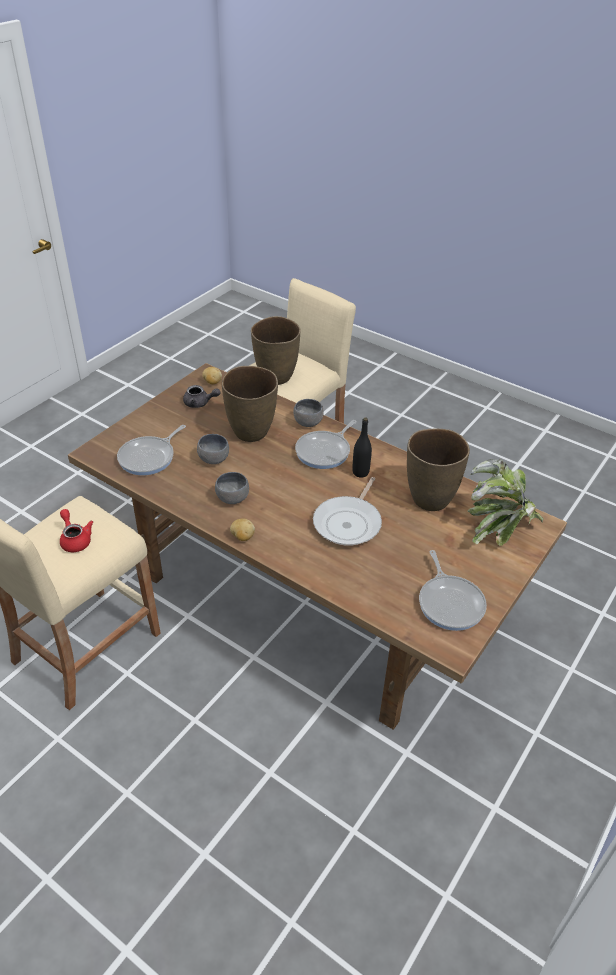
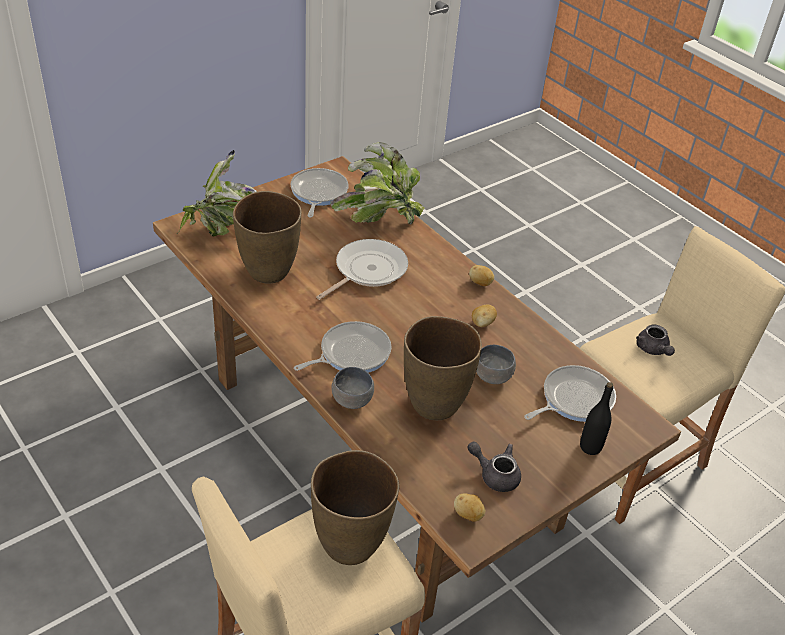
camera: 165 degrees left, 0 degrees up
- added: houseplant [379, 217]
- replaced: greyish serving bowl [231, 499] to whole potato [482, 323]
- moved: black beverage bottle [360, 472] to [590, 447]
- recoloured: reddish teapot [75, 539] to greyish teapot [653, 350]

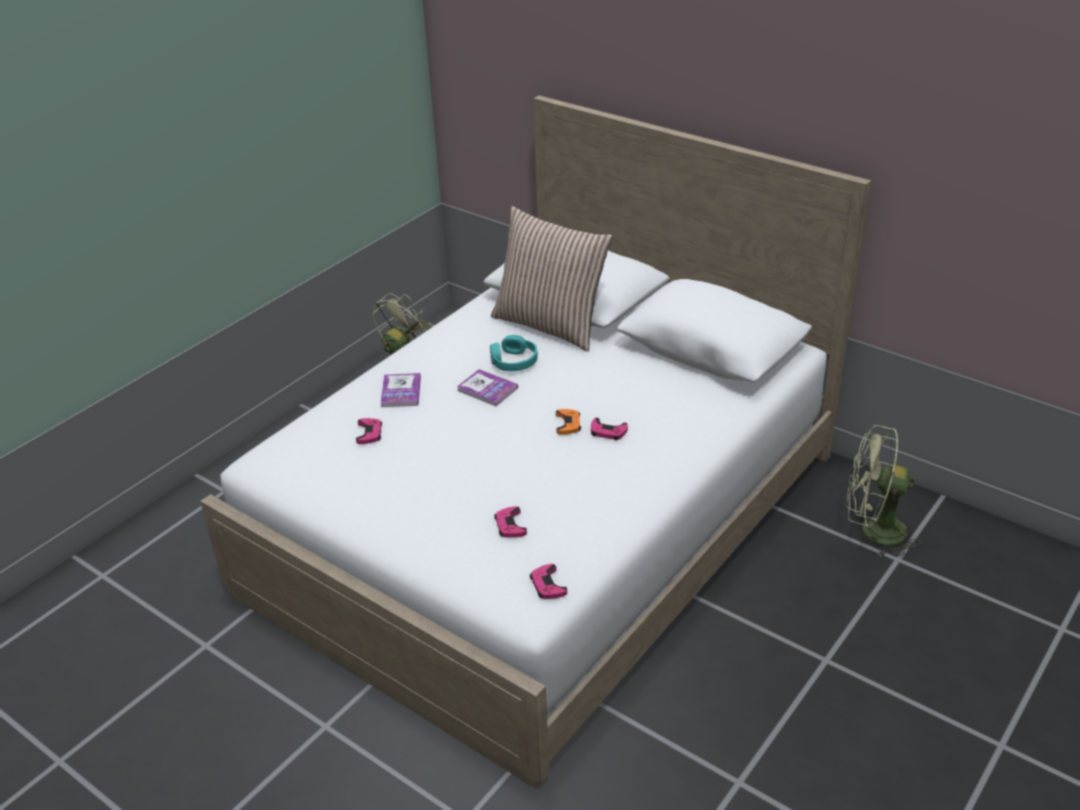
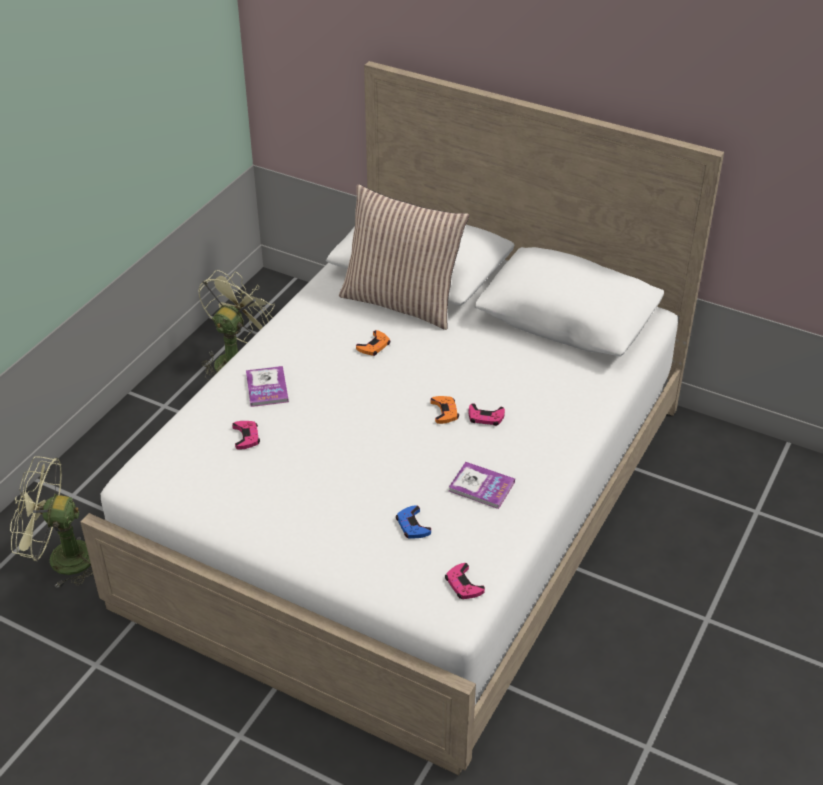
camera: 10 degrees left, 5 degrees up
- moved: green-coloured fan [873, 531] to [61, 559]
- replaced: blue-green headset [513, 361] to orangey joypad [374, 346]
- recoloured: pink joypad [510, 525] to bluish joypad [412, 525]
- moved: book [487, 389] to [481, 486]

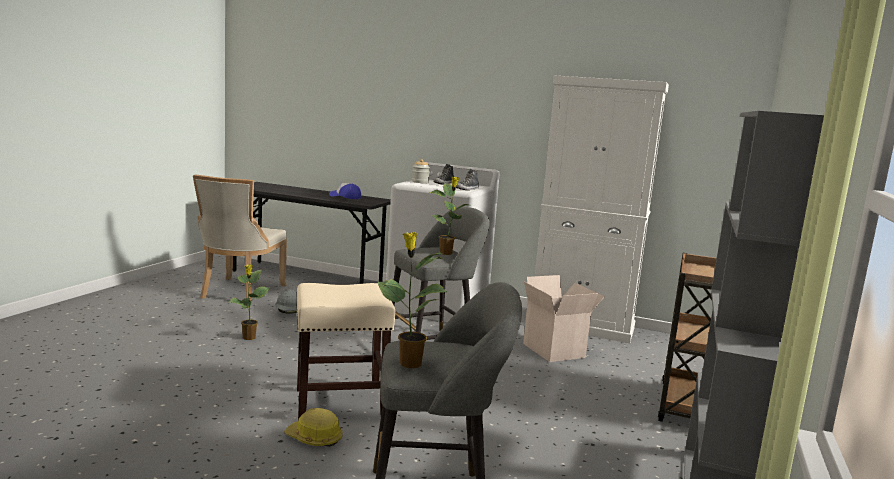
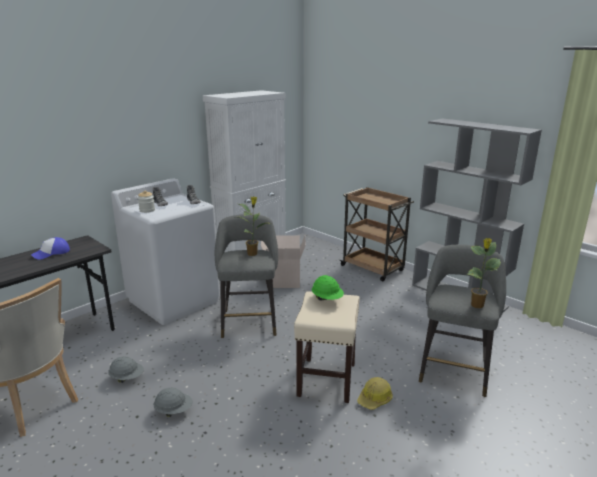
camera: 65 degrees left, 10 degrees up
- replaced: houseplant [249, 338] to greyish safety helmet [174, 411]
- added: green-coloured safety helmet [327, 299]

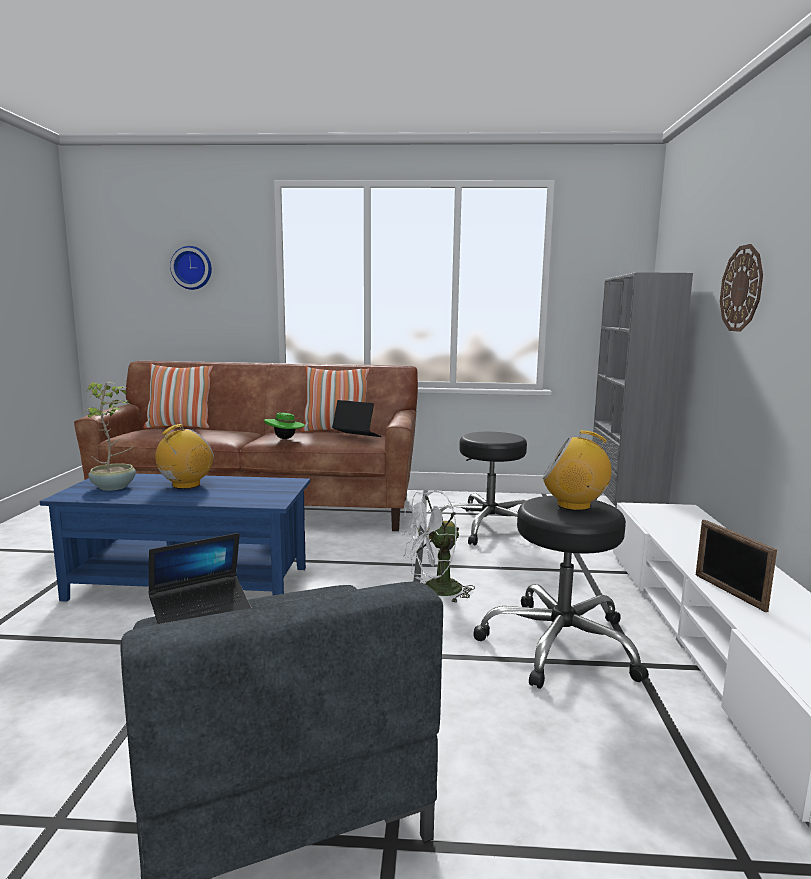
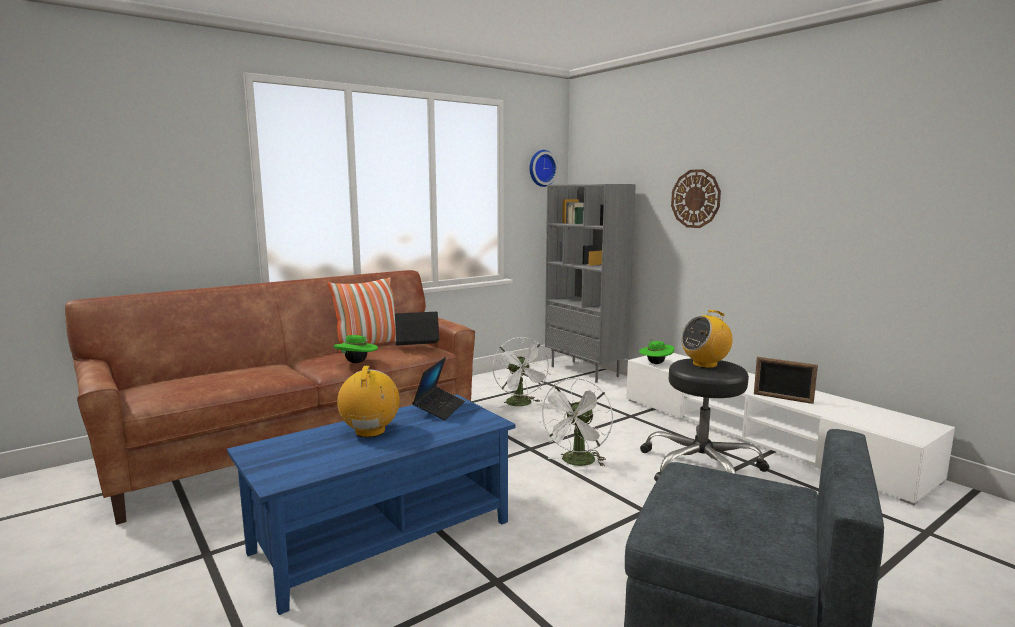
camera: 40 degrees left, 0 degrees up
- moved: notebook computer [202, 613] to [439, 408]
- replaced: black stool seat [489, 527] to whitish fan [521, 404]
- moved: wall clock [192, 268] to [541, 168]
- added: green-coloured wearable hat [655, 363]
- removed: houseplant [114, 487]
- removed: cushion [179, 427]

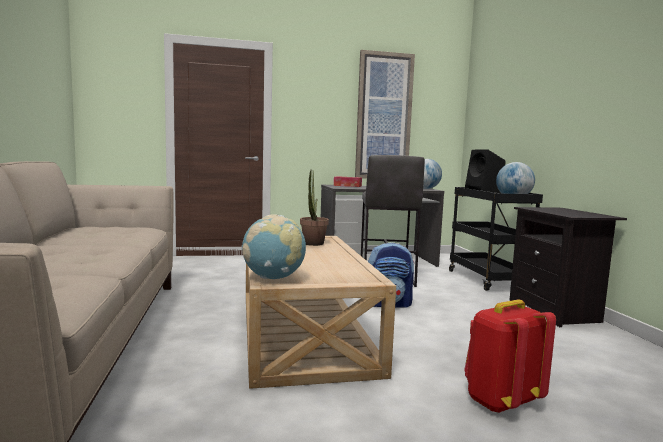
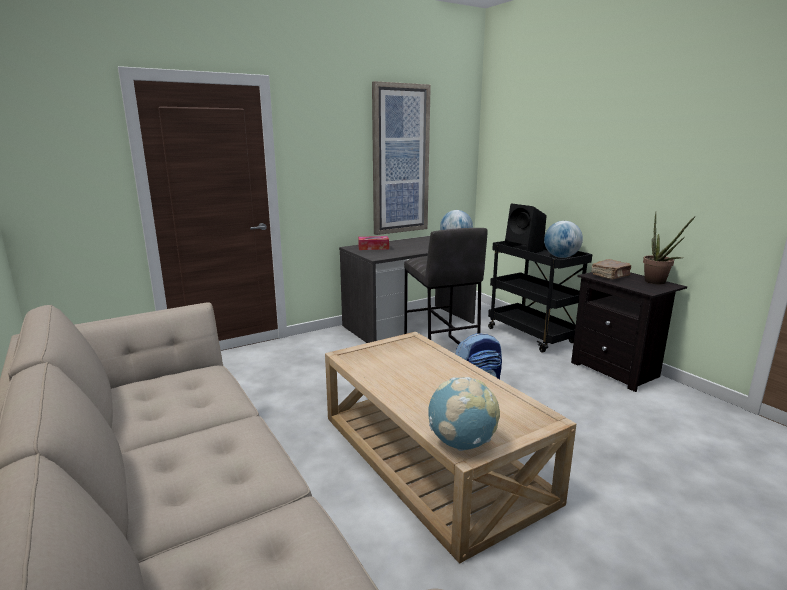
camera: 20 degrees left, 10 degrees up
- added: brown book [610, 276]
- moved: houseplant [313, 244] to [658, 283]
- removed: reddish rucksack [500, 401]

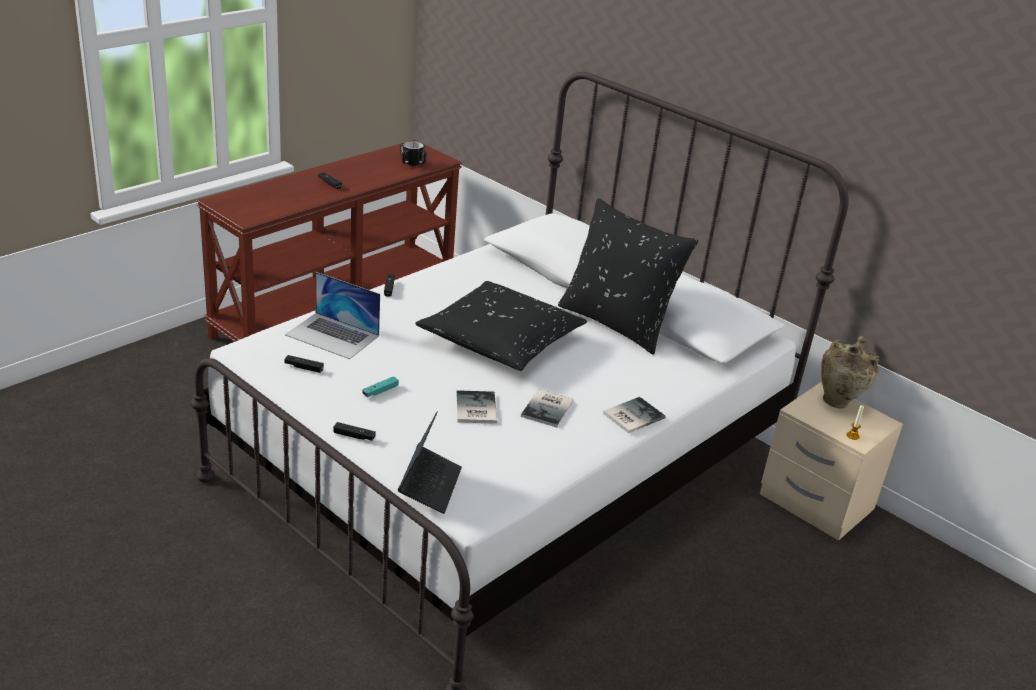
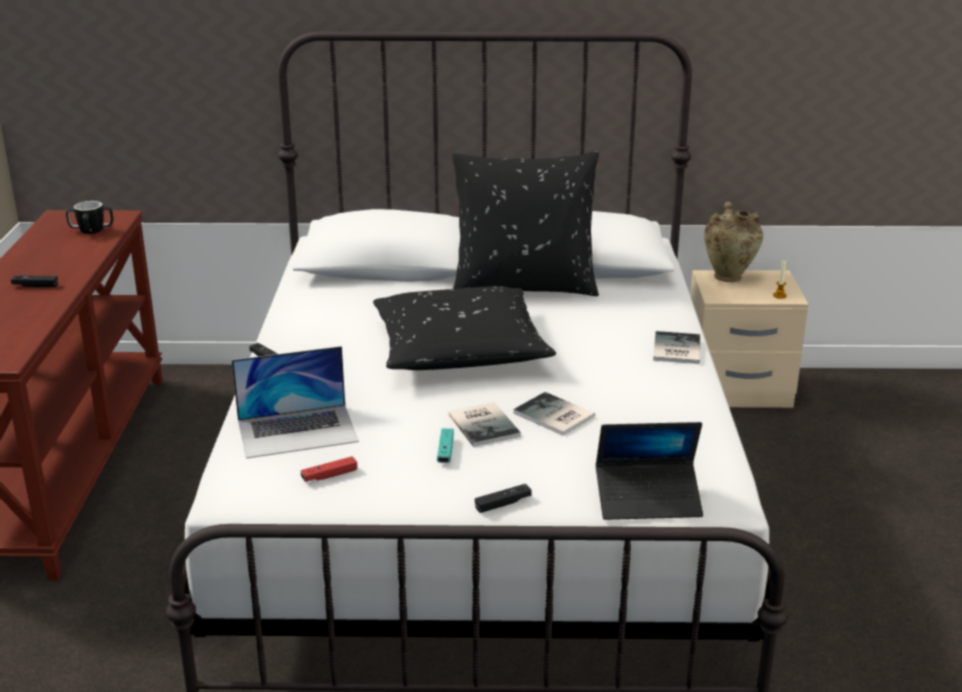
camera: 40 degrees left, 5 degrees down
- recoloured: black joypad [304, 367] to reddish joypad [329, 475]
- moved: book [549, 408] to [485, 424]
- turned: notebook computer [430, 485] = [648, 500] 120 degrees clockwise

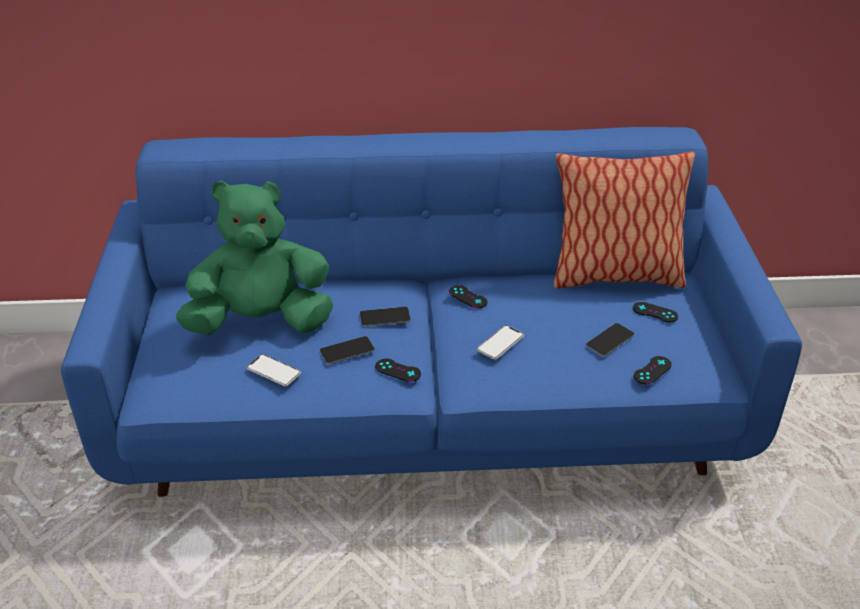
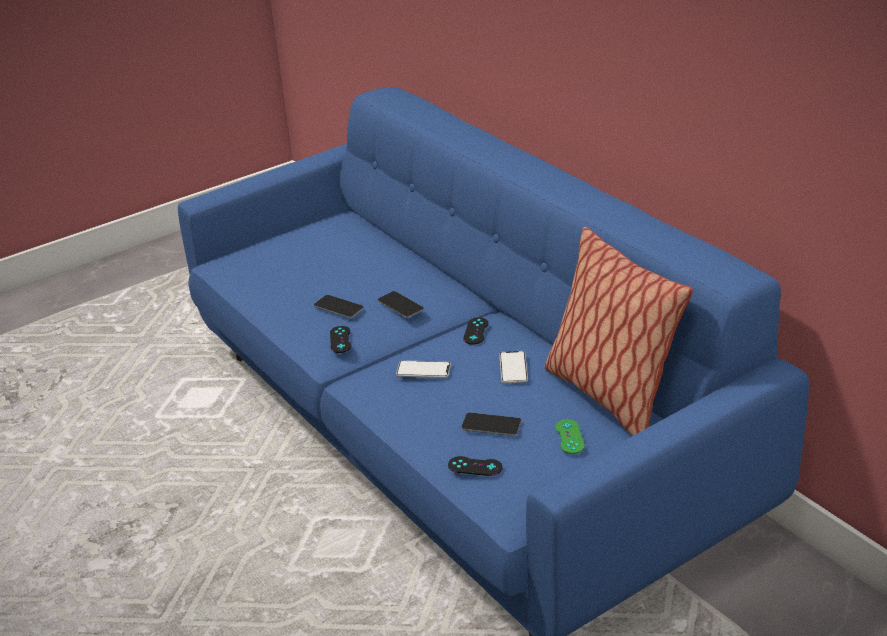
camera: 60 degrees right, 5 degrees down
- moved: handset [273, 371] to [513, 368]
- recoloured: black joypad [655, 312] to green-coloured joypad [569, 437]
- removed: green-coloured soft toy [261, 322]

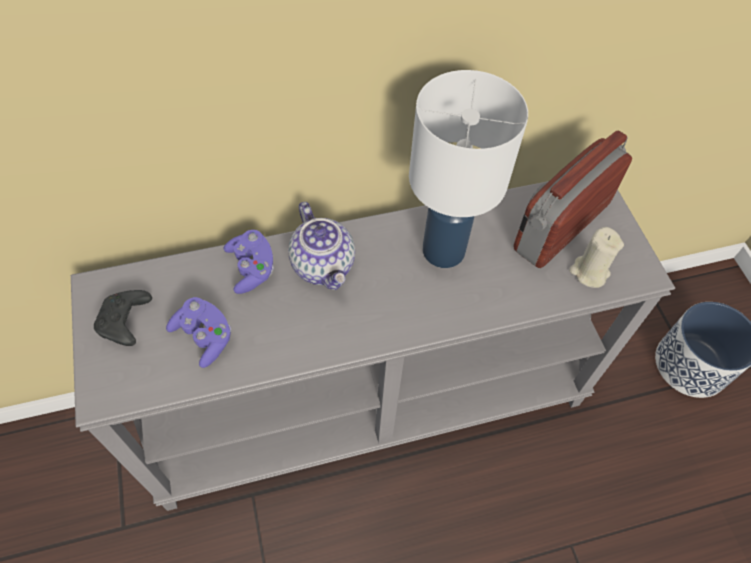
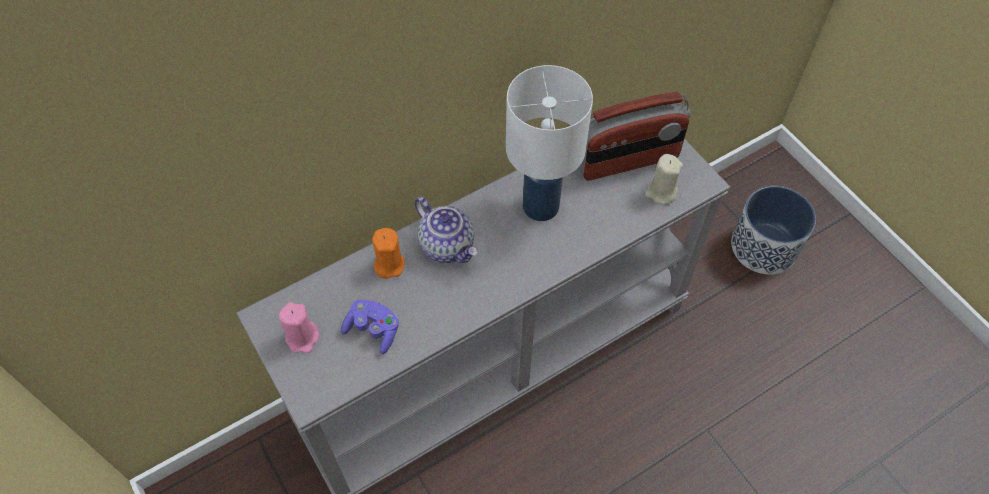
camera: 15 degrees left, 0 degrees up
- replaced: black joypad [125, 323] to pink candle [302, 338]
- replaced: purple joypad [251, 269] to orangey candle [389, 264]
- turned: radio [560, 226] = [627, 160] 135 degrees counterclockwise

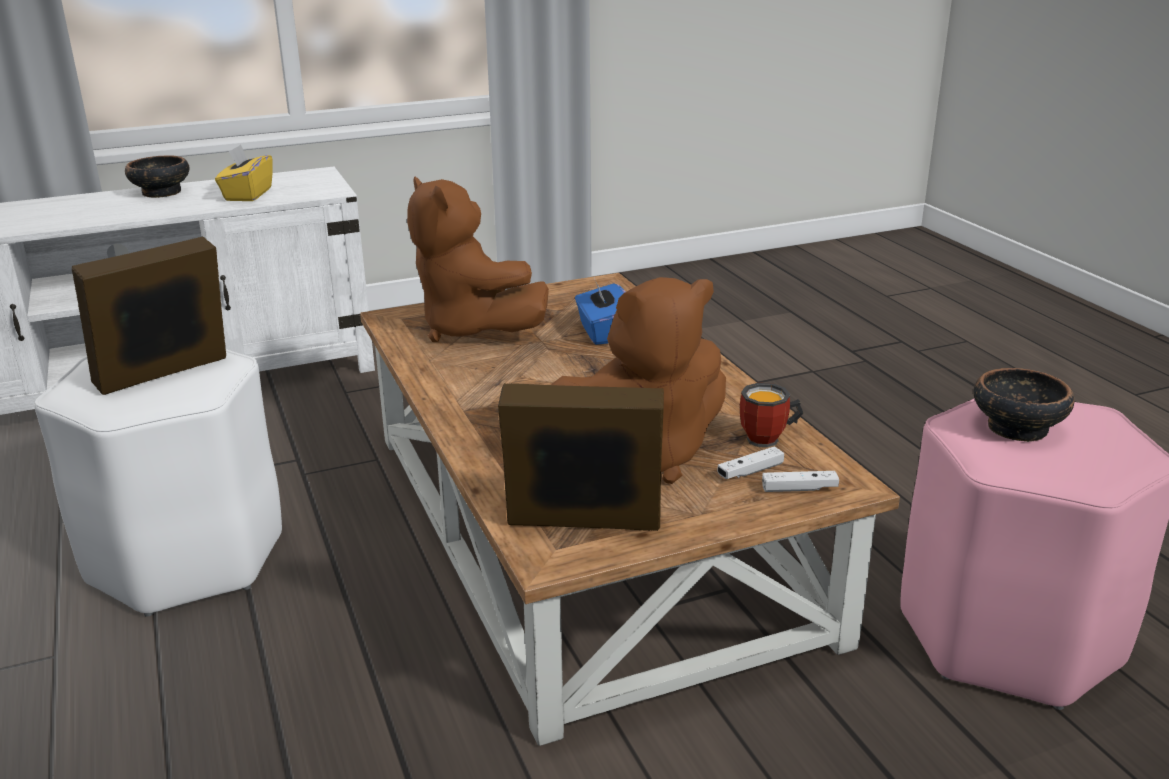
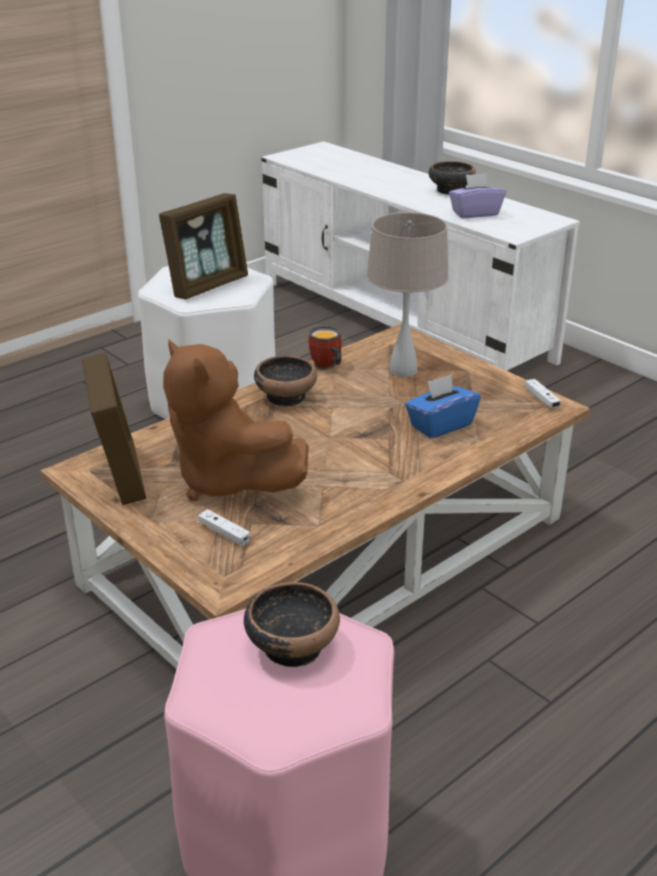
camera: 70 degrees right, 5 degrees up
- turned: standing frame [164, 375] = [208, 285] 105 degrees clockwise
- added: serving bowl [286, 396]
- moved: mug [769, 440] to [325, 366]
- replaced: brown soft toy [472, 329] to beige-coloured tabletop lamp [403, 370]
- recoloured: yellow-coloured tissue holder [247, 194] to purple tissue holder [475, 213]
- moved: whitish joypad [799, 489] to [541, 399]

